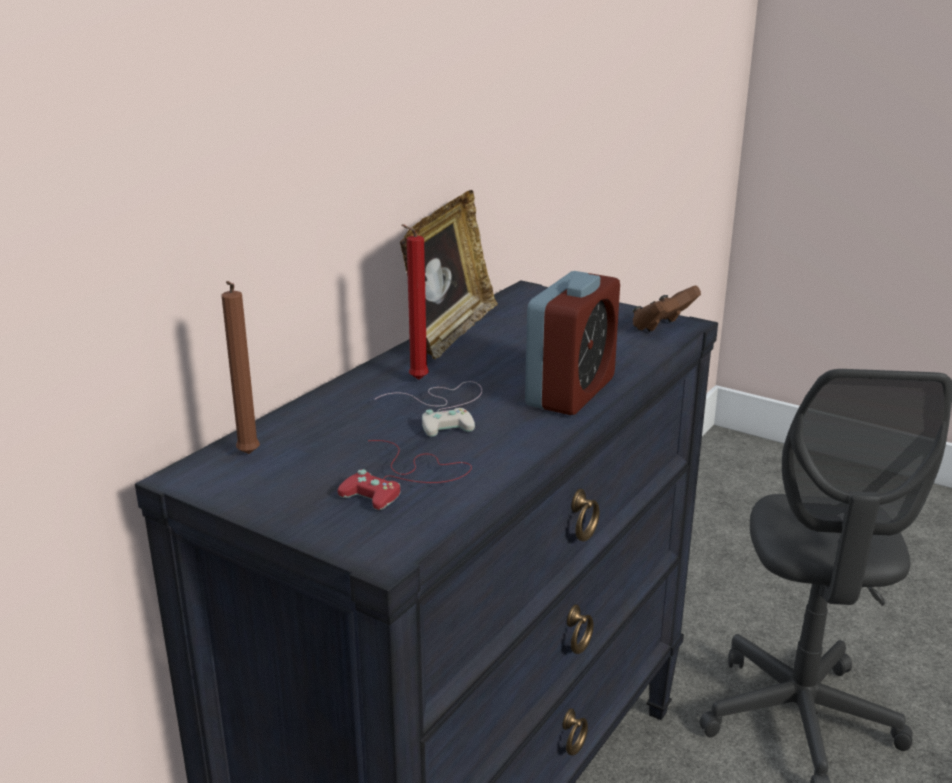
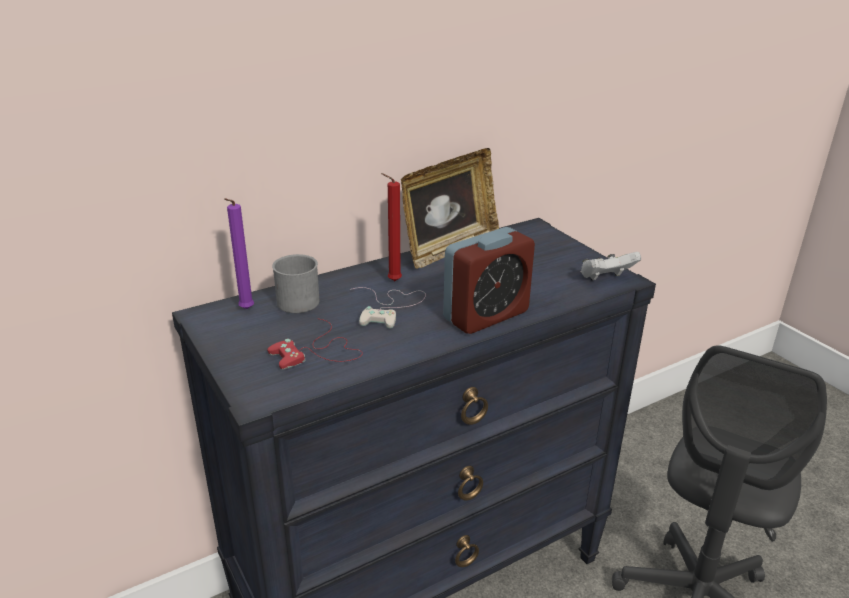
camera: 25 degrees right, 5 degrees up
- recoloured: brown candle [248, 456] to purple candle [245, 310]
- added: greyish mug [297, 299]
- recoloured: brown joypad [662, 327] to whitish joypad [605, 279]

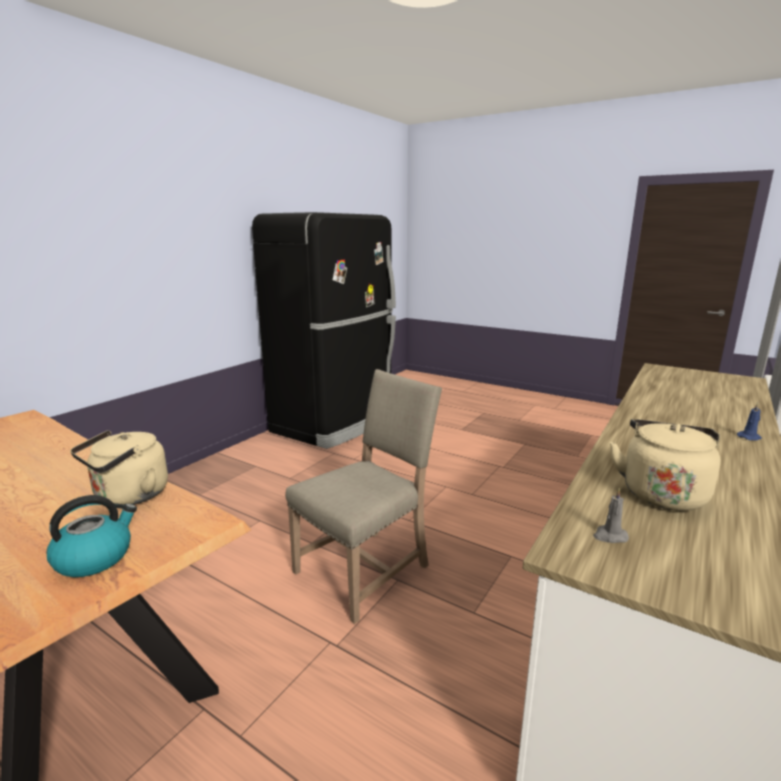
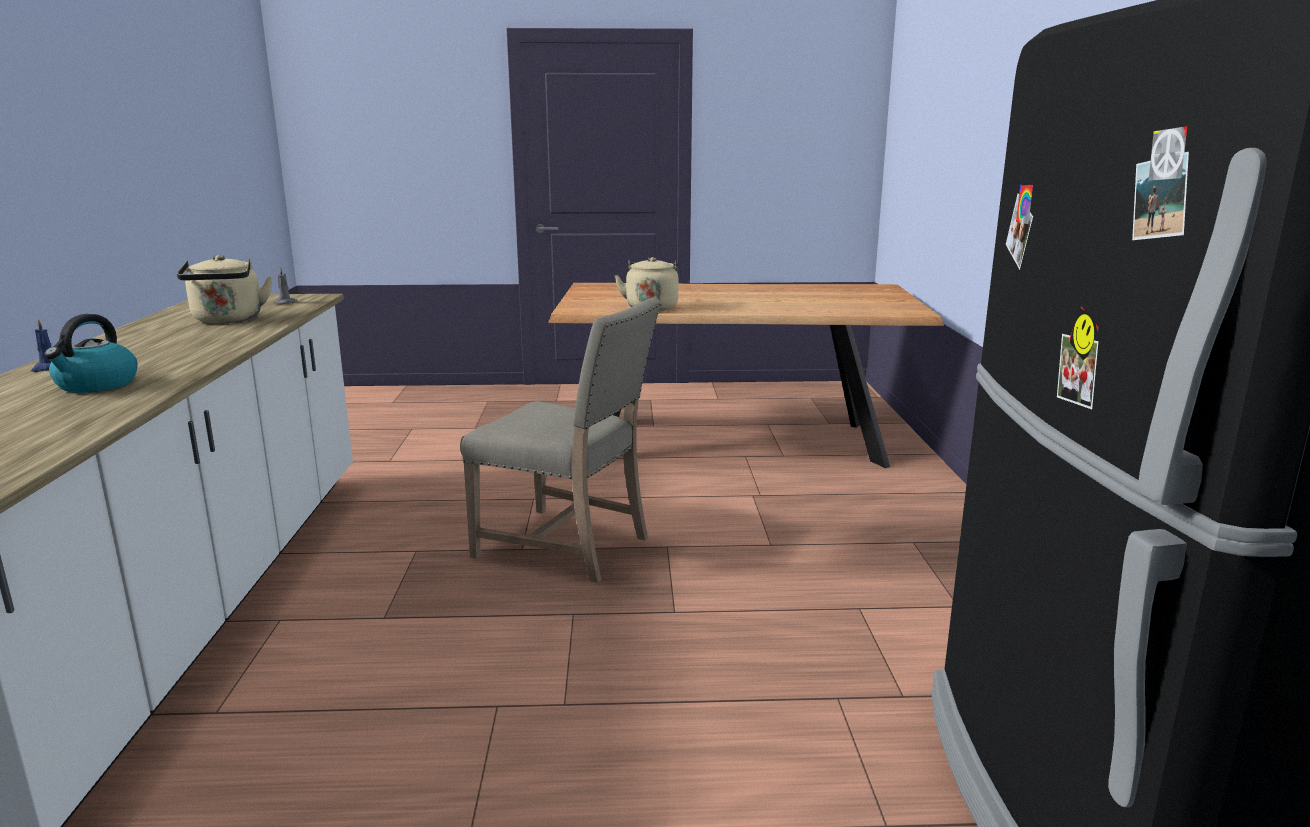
camera: 145 degrees right, 0 degrees up
- moved: tea kettle [95, 558] to [96, 385]
- turned: beige-coloured plain chair [366, 568] = [568, 546] 75 degrees counterclockwise

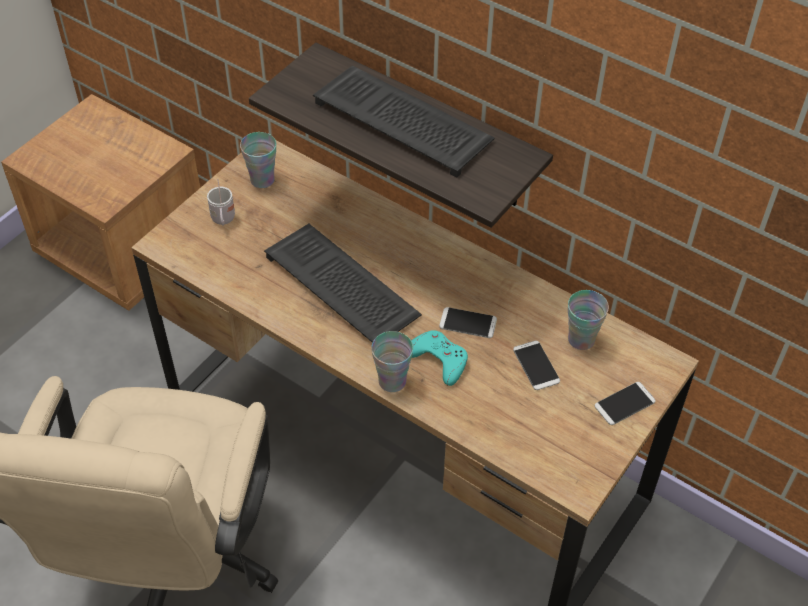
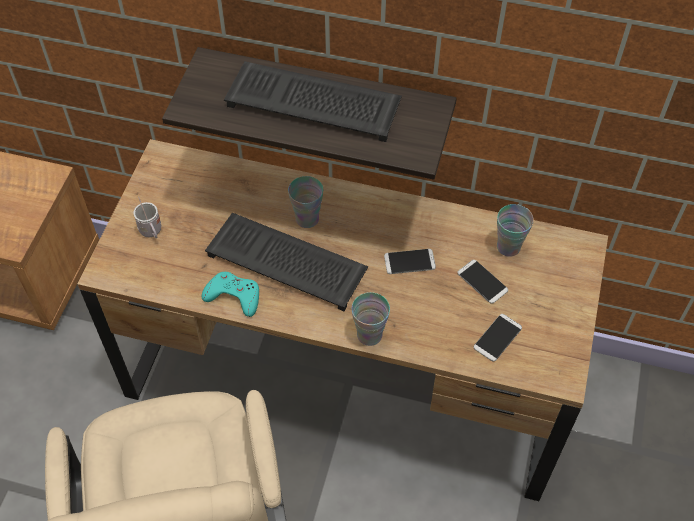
camera: 20 degrees left, 5 degrees up
- moved: blue-green joypad [438, 359] to [233, 296]
- moved: cup [262, 180] to [307, 219]
- moved: handset [624, 404] to [497, 338]

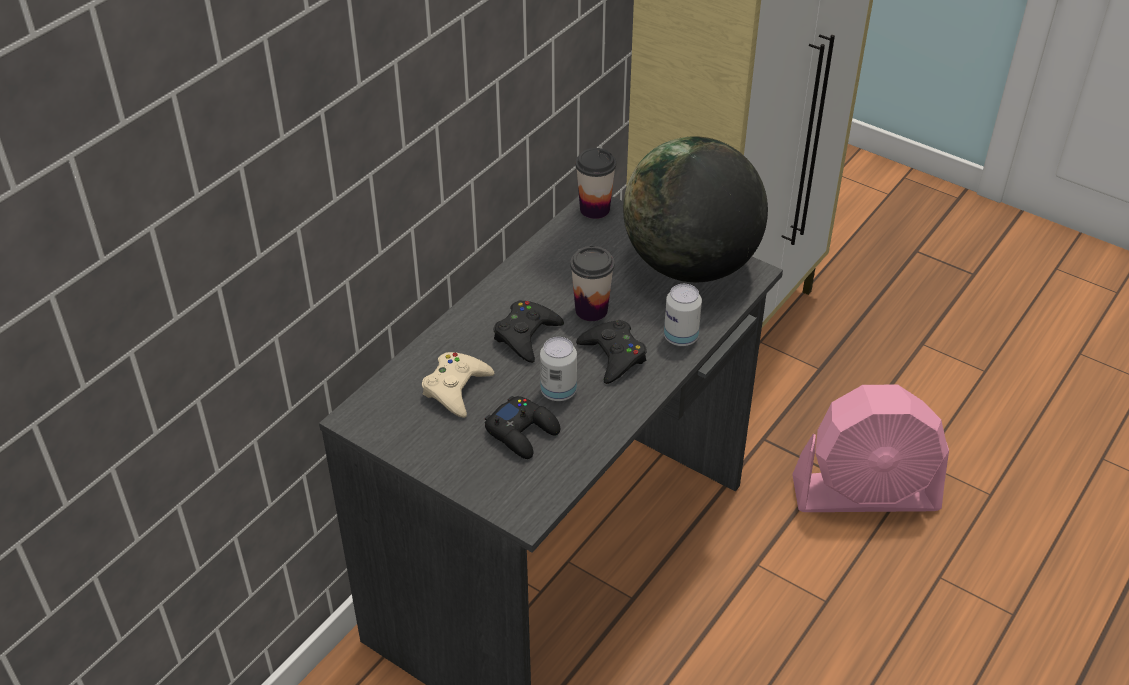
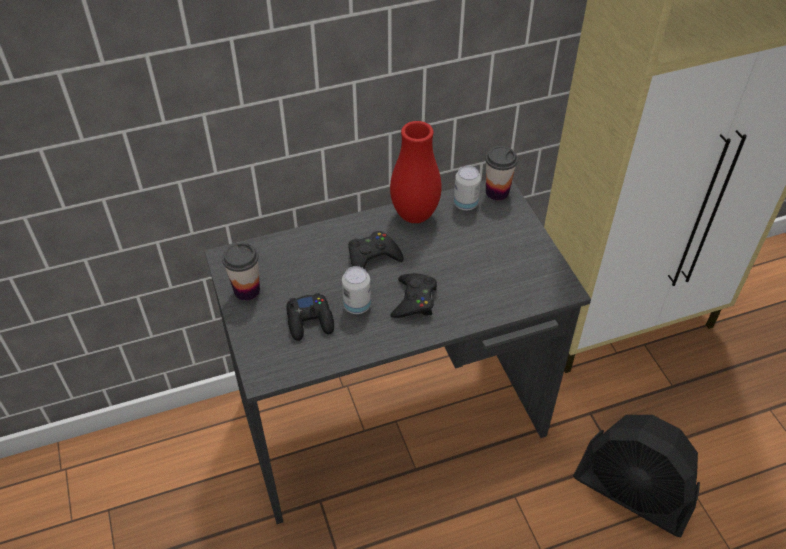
camera: 35 degrees right, 5 degrees up
- moved: cup [591, 310] to [247, 290]
- added: reddish decorative vase [415, 215]
- moved: sealed can [680, 337] to [465, 204]
- recoloured: pink fan [866, 494] to black fan [632, 493]
- removed: beige-coloured joypad [456, 388]
- removed: desk globe [691, 265]

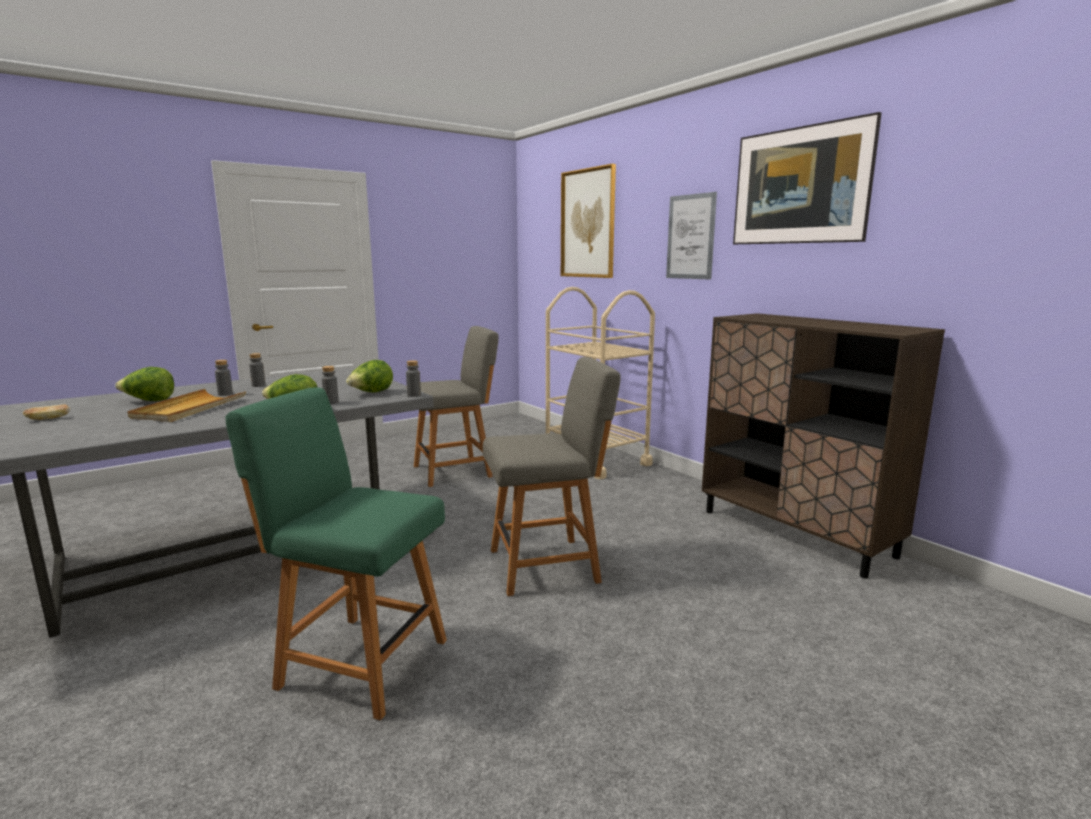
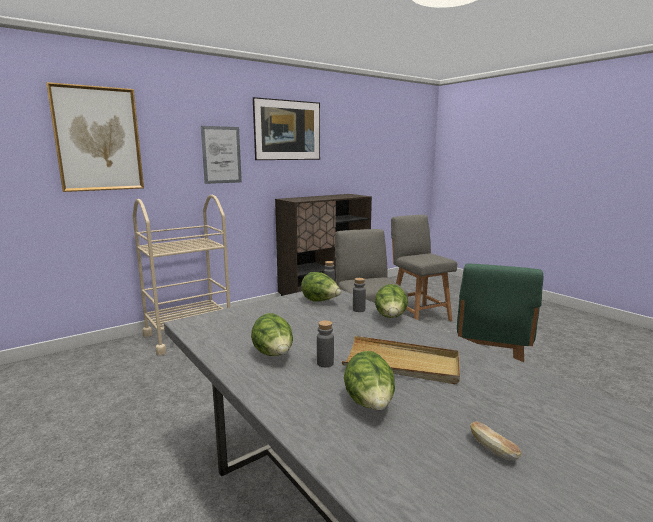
camera: 90 degrees left, 0 degrees up
- replaced: greyish beverage bottle [258, 385] to lettuce [274, 355]
- moved: greyish plain chair [455, 471] to [418, 315]

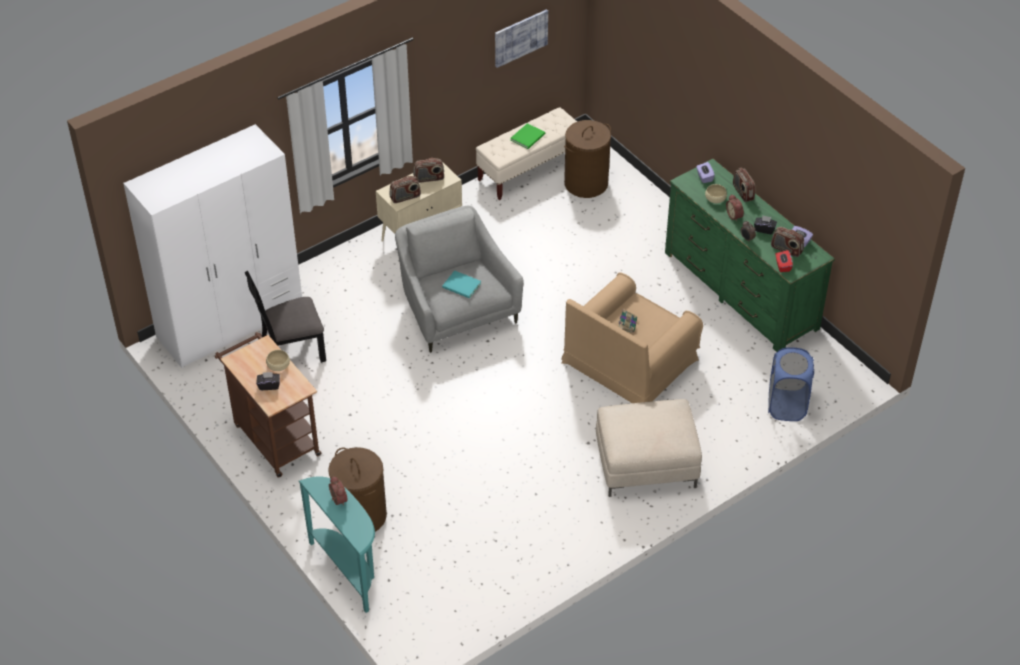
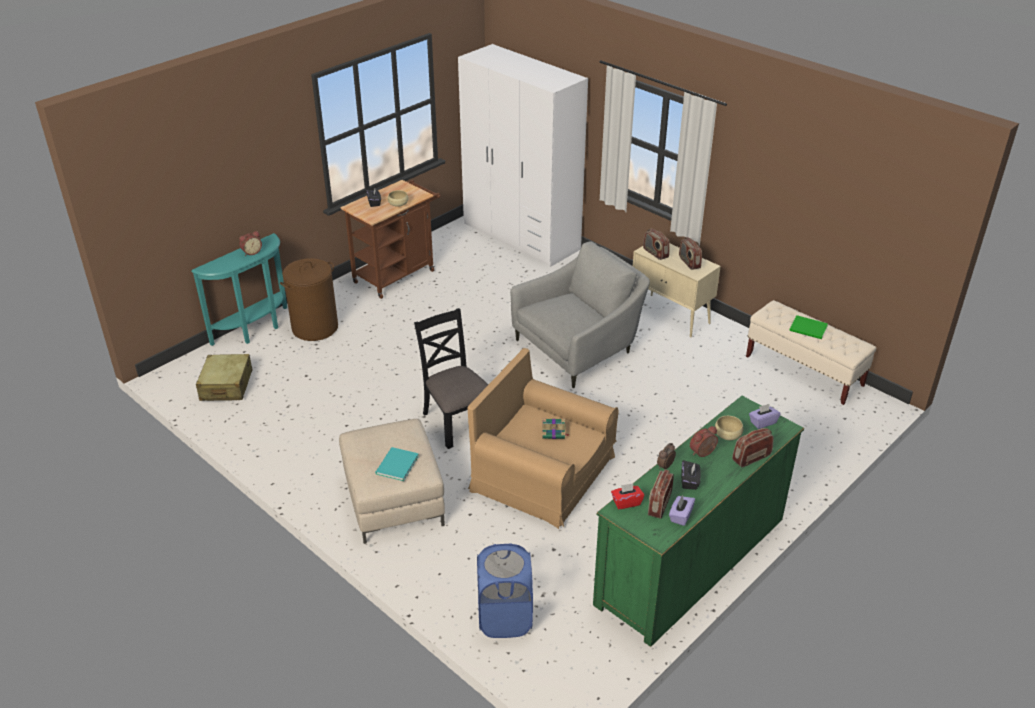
camera: 80 degrees right, 10 degrees down
- added: beige-coloured travel case [226, 386]
- moved: blue-green book [462, 286] to [395, 465]
- moved: black plain chair [291, 351] to [456, 422]
- removed: wall picture [520, 37]
- removed: brown hamper [586, 183]

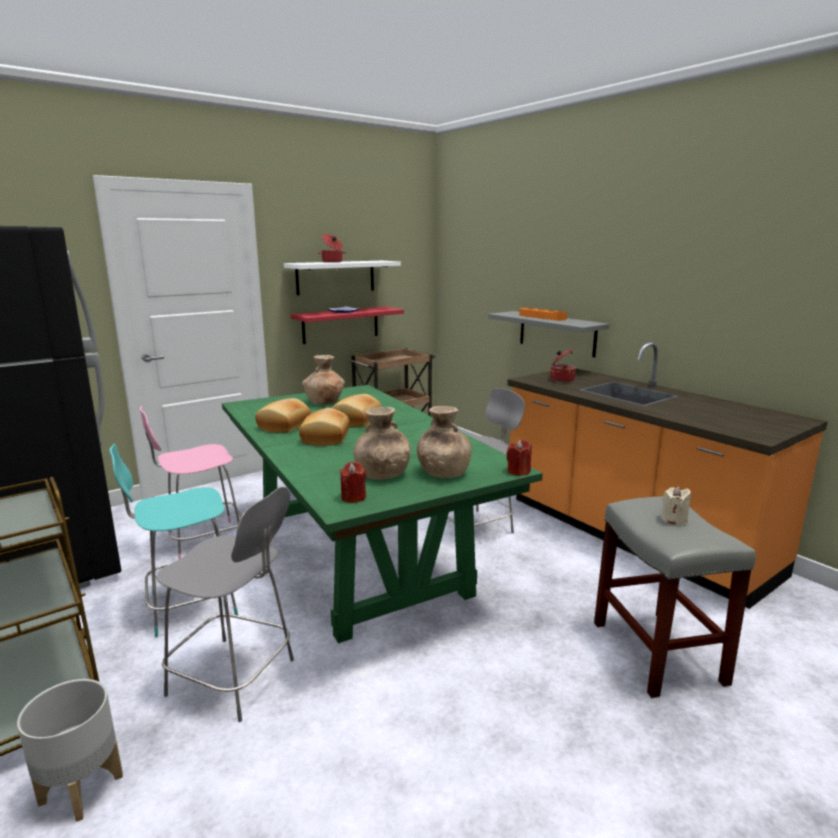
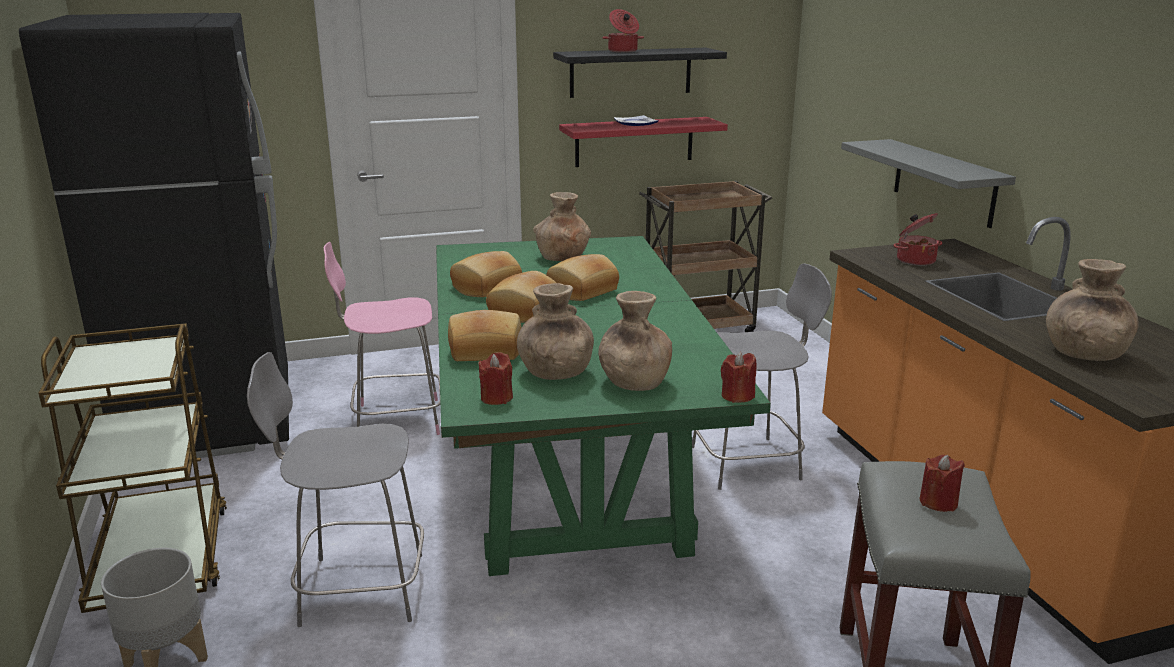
camera: 20 degrees right, 5 degrees up
- turned: greyish plain chair [235, 678] = [357, 589] 135 degrees clockwise
- added: baked bread [486, 350]
- recoloured: whitish bracket shelf [335, 277] to black bracket shelf [630, 72]
- recoloured: beige-coloured candle [673, 519] to reddish candle [938, 502]
- added: brown decorative vase [1083, 353]
- removed: blue-green plain chair [189, 606]
- removed: orangey carrying tray [542, 317]

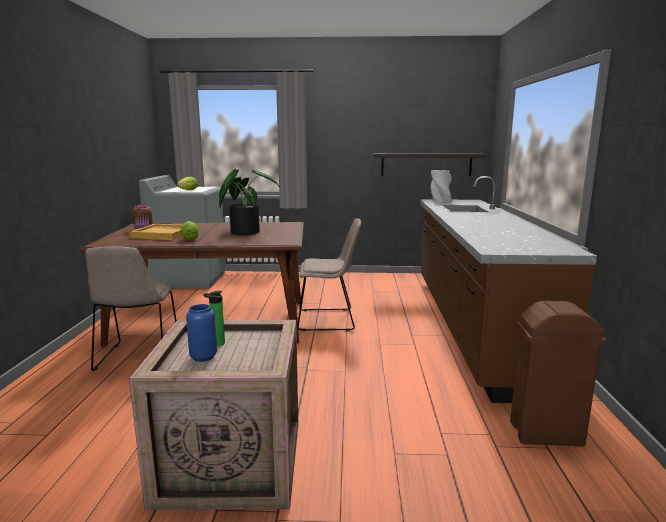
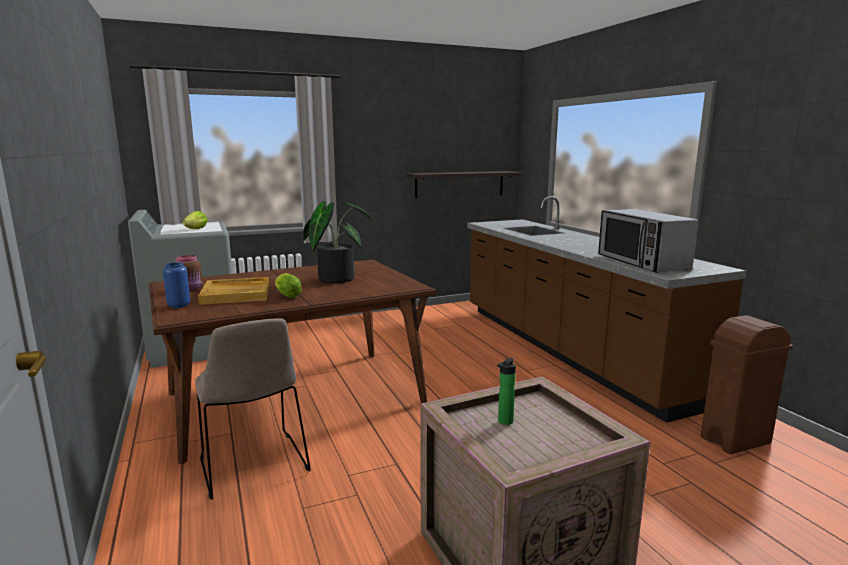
camera: 25 degrees left, 0 degrees up
- moved: bluish decorative vase [203, 357] to [179, 305]
- added: kitchen microwave [641, 262]
- removed: beige-coloured plain chair [328, 320]
- removed: greyish decorative vase [440, 201]

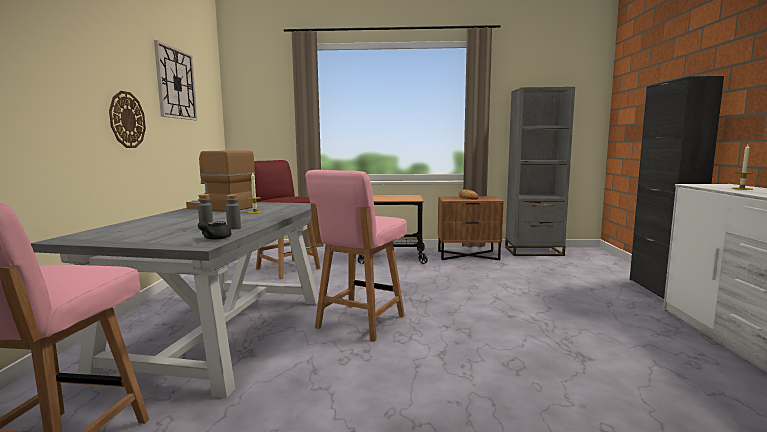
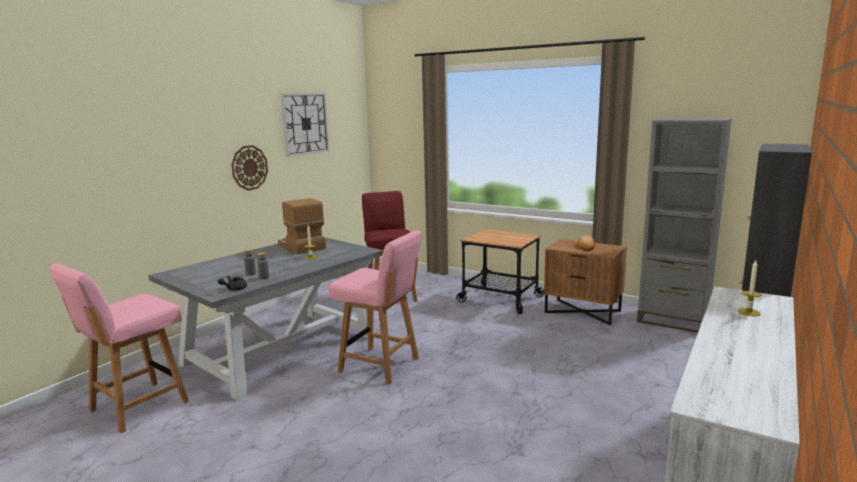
camera: 30 degrees right, 5 degrees up
- turned: pink plain chair [359, 322] = [381, 365] 120 degrees counterclockwise

